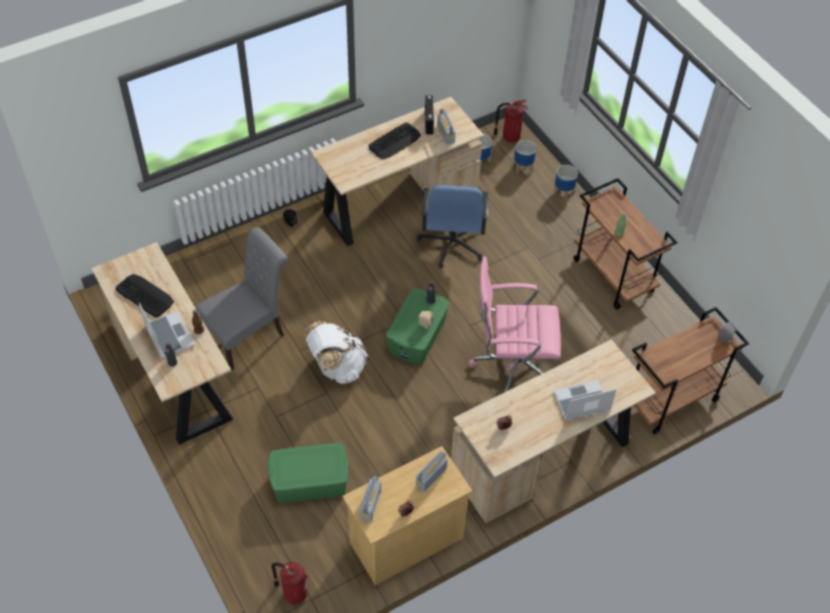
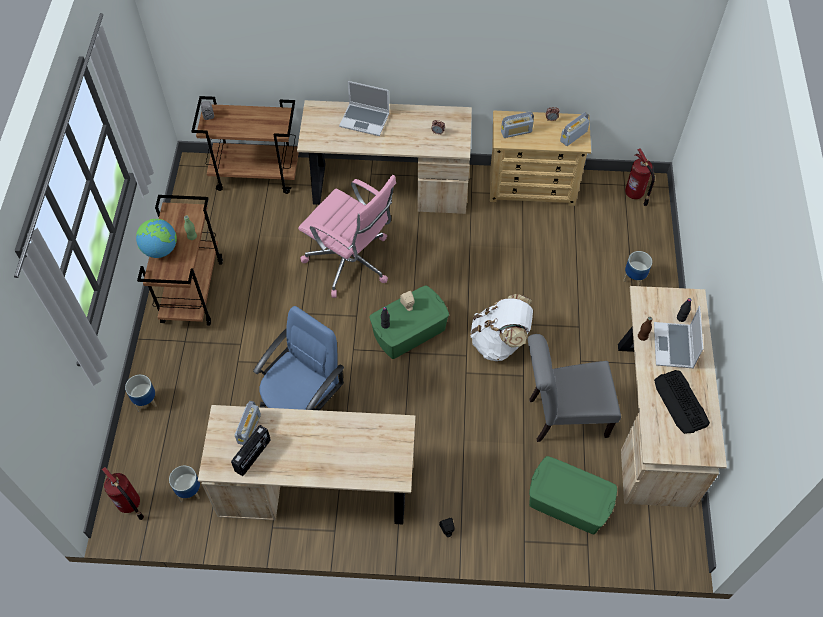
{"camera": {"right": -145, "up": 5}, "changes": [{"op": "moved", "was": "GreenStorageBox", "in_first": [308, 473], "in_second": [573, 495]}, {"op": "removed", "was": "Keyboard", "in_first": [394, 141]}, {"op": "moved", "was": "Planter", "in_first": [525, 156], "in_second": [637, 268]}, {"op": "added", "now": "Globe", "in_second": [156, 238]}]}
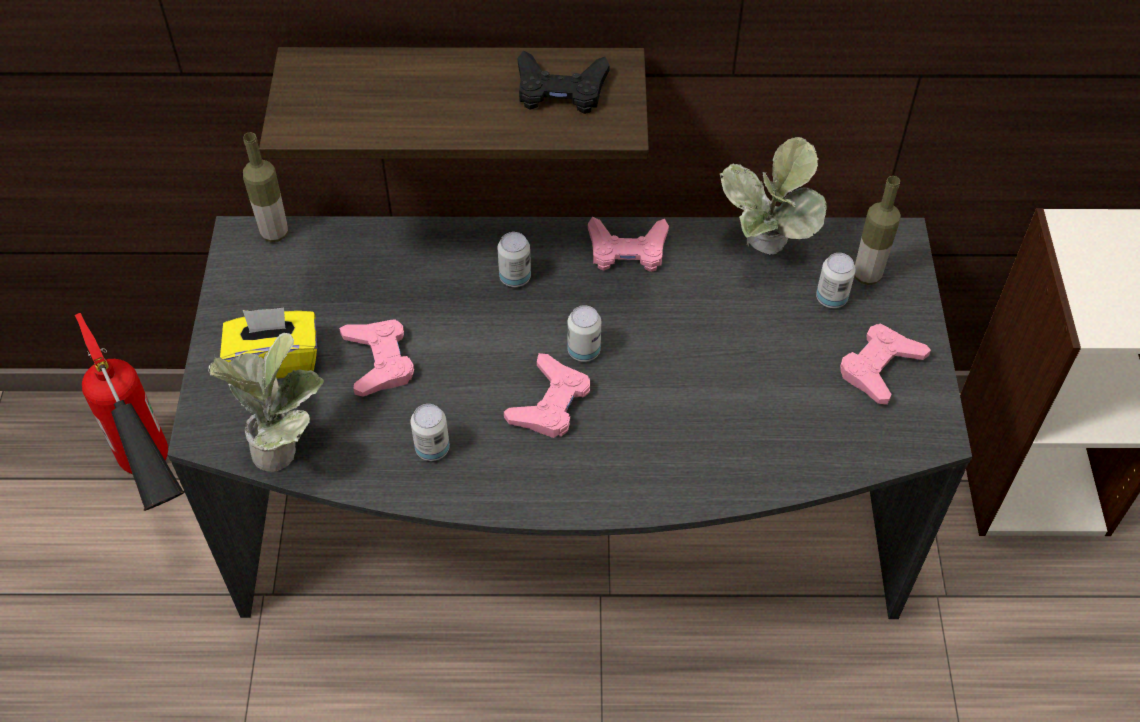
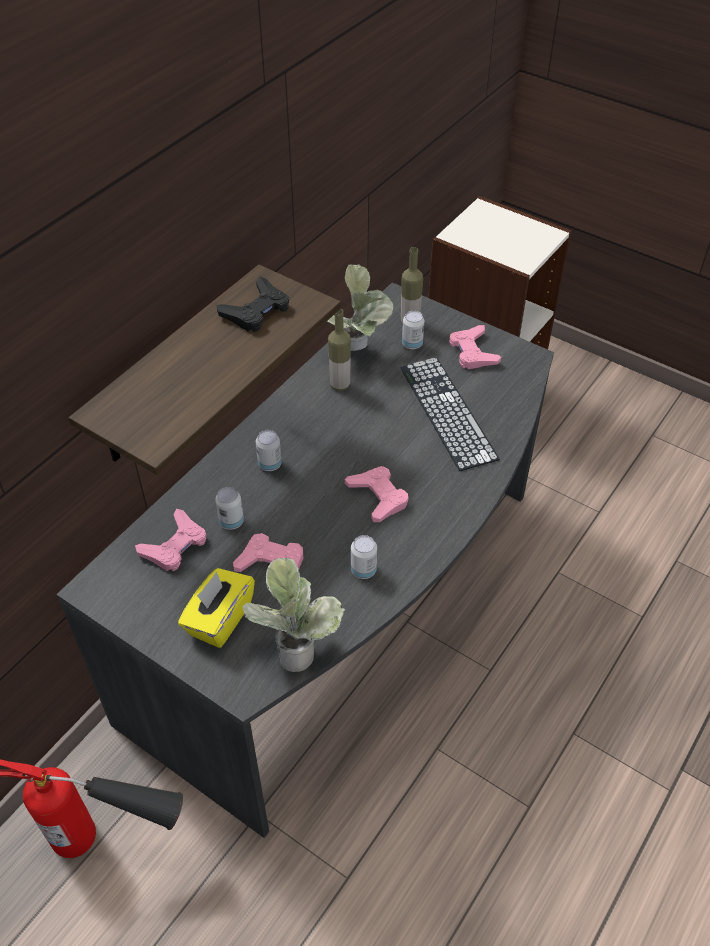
{"camera": {"right": -55, "up": -5}, "changes": [{"op": "moved", "was": "Bottle", "in_first": [265, 187], "in_second": [339, 350]}, {"op": "moved", "was": "Can", "in_first": [584, 333], "in_second": [229, 508]}, {"op": "moved", "was": "PinkGameController", "in_first": [628, 244], "in_second": [170, 540]}, {"op": "added", "now": "Keyboard", "in_second": [450, 414]}]}
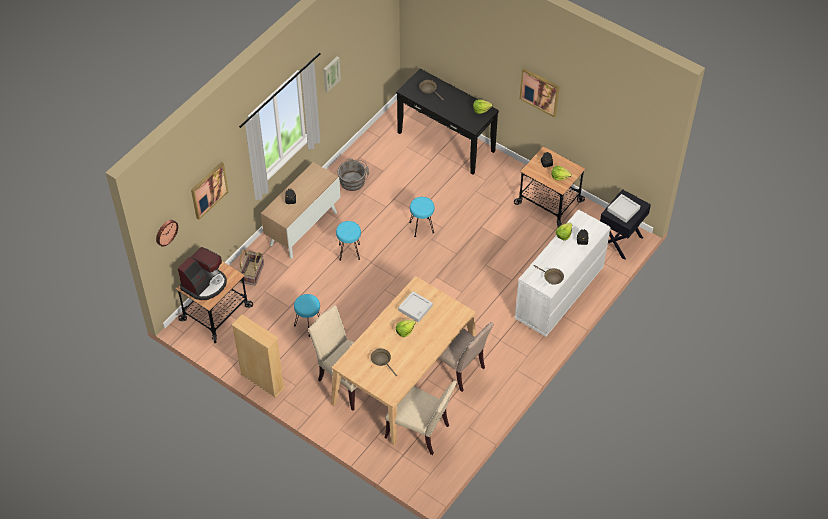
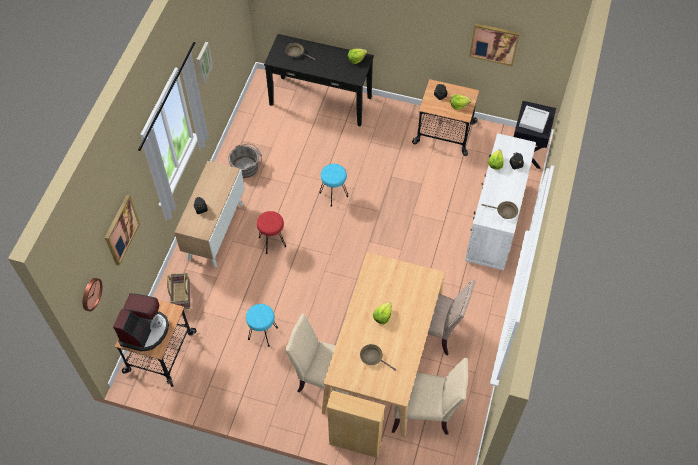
{"camera": {"right": -20, "up": 5}, "changes": [{"op": "moved", "was": "BeigeBookcase", "in_first": [258, 356], "in_second": [356, 424]}, {"op": "recoloured", "was": "TurquoiseStool", "now": "RedStool", "in_first": [348, 241], "in_second": [271, 232]}, {"op": "removed", "was": "GreyTray", "in_first": [415, 306]}, {"op": "moved", "was": "Picture", "in_first": [540, 93], "in_second": [494, 44]}]}
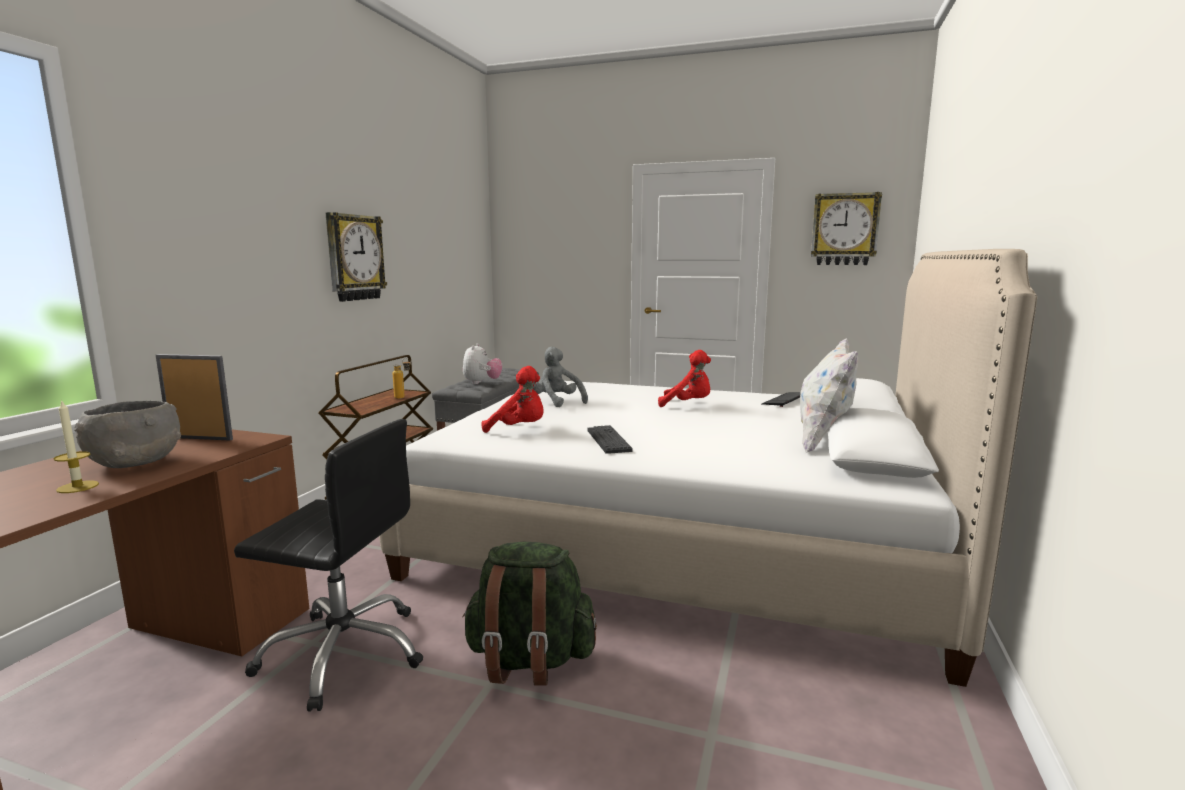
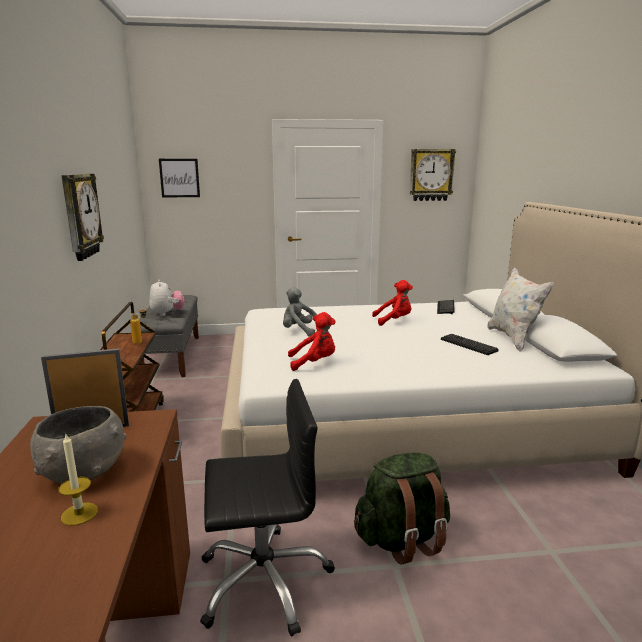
{"camera": {"right": -25, "up": 5}, "changes": [{"op": "moved", "was": "Keyboard", "in_first": [610, 439], "in_second": [470, 344]}, {"op": "added", "now": "Picture", "in_second": [179, 178]}]}
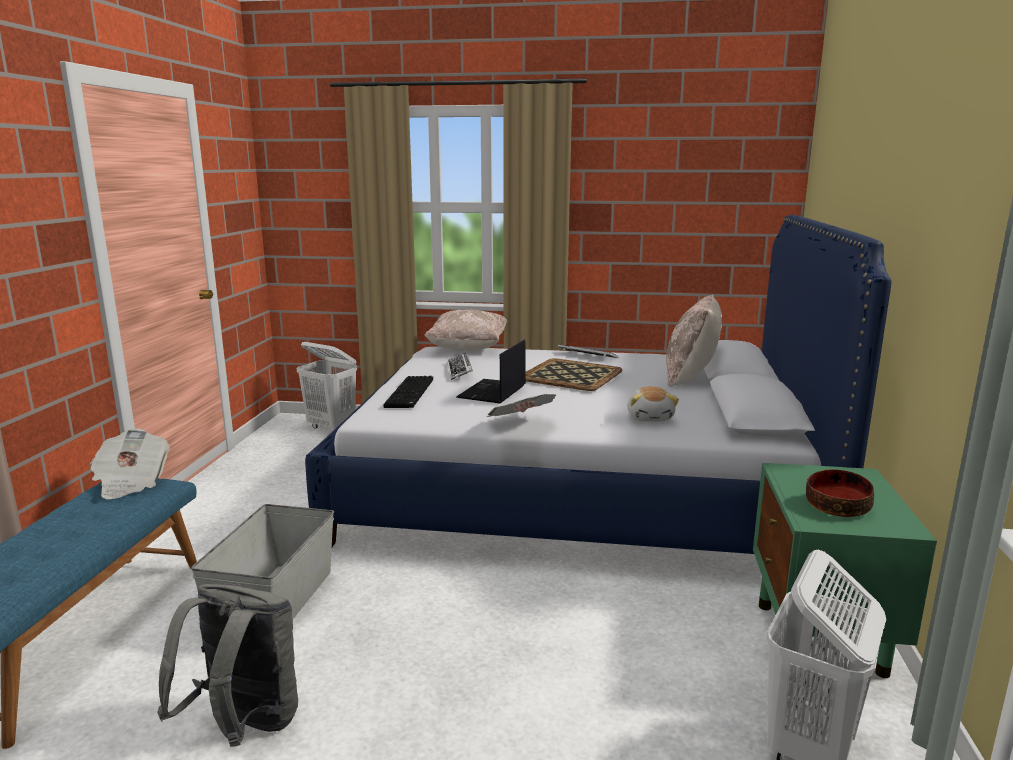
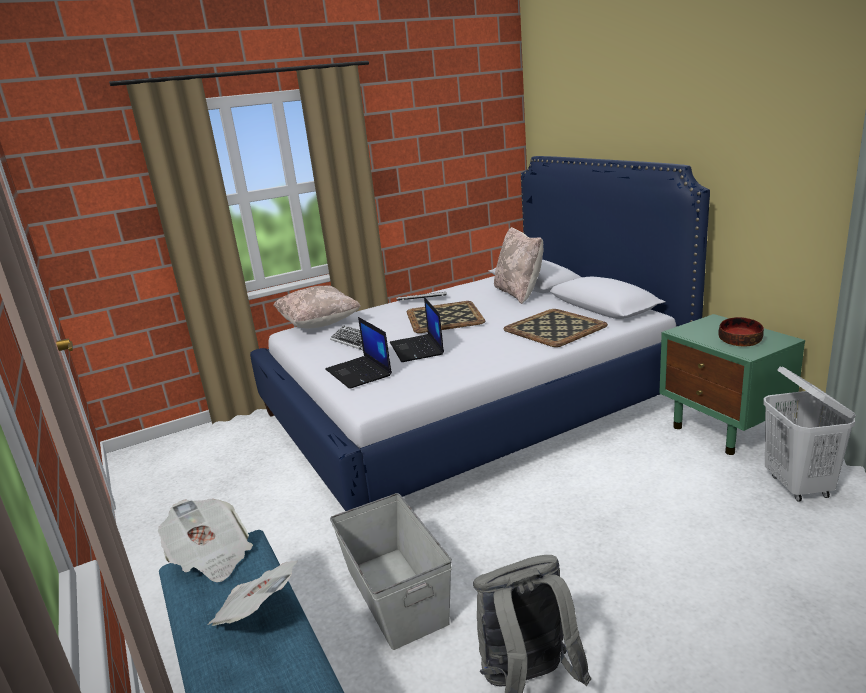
{"camera": {"right": -35, "up": 5}, "changes": [{"op": "removed", "was": "WhiteLaundryBasket", "in_first": [327, 386]}, {"op": "replaced", "was": "Keyboard", "now": "Laptop", "in_first": [408, 392], "in_second": [358, 353]}, {"op": "moved", "was": "Newspaper", "in_first": [521, 405], "in_second": [252, 593]}, {"op": "replaced", "was": "PlushToy", "now": "Tray", "in_first": [653, 404], "in_second": [555, 328]}]}
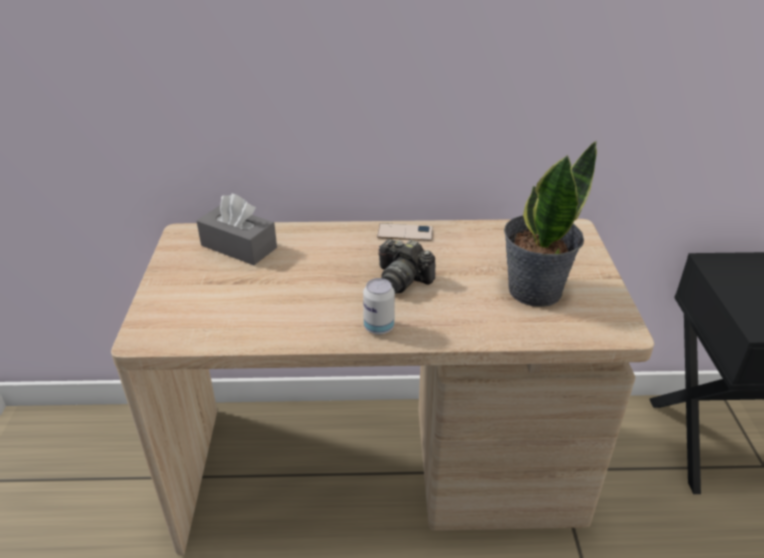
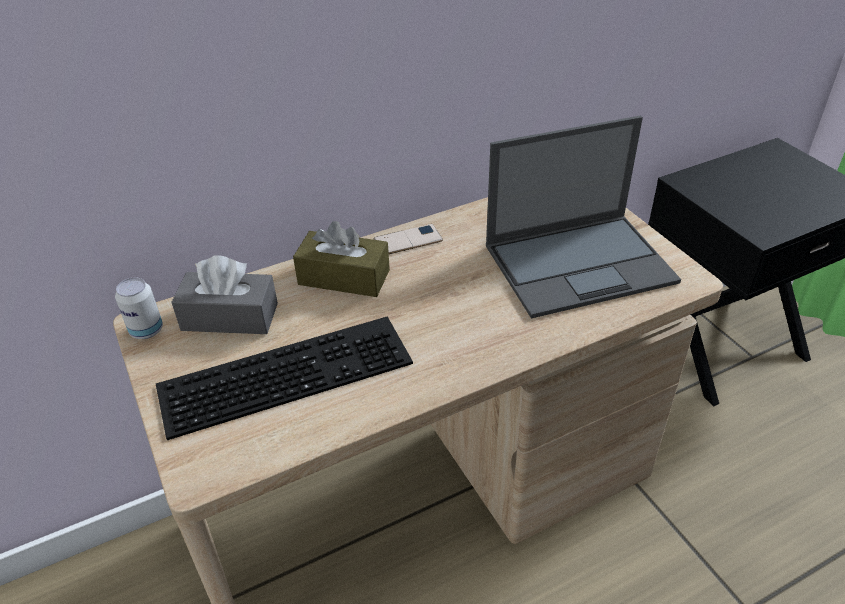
{"camera": {"right": -25, "up": 5}, "changes": [{"op": "moved", "was": "Can", "in_first": [379, 306], "in_second": [139, 308]}, {"op": "removed", "was": "PhotoCamera", "in_first": [406, 266]}, {"op": "replaced", "was": "PottedPlant", "now": "Laptop", "in_first": [550, 223], "in_second": [583, 217]}, {"op": "added", "now": "Keyboard", "in_second": [284, 378]}, {"op": "added", "now": "BrownTissueBox", "in_second": [341, 259]}]}
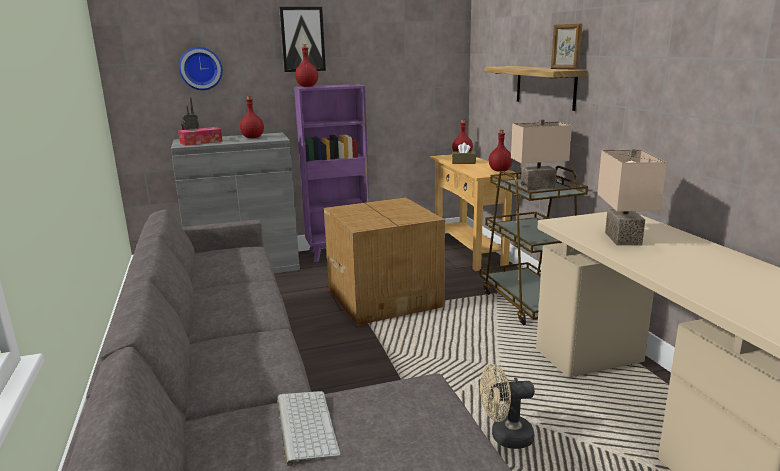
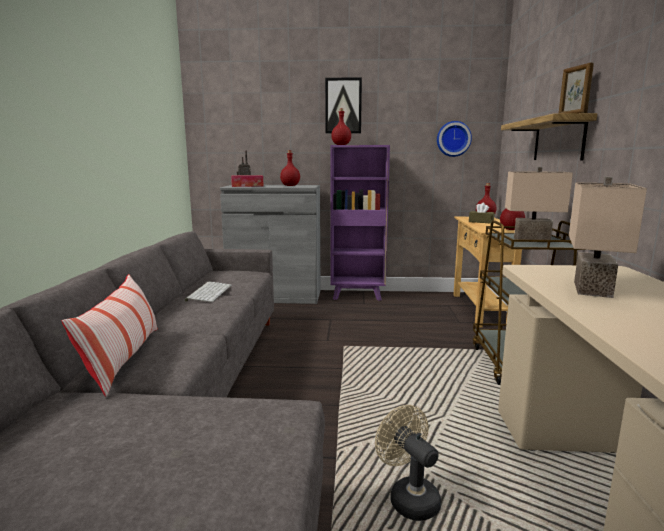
{"camera": {"right": 20, "up": -5}, "changes": [{"op": "moved", "was": "WallClock", "in_first": [201, 68], "in_second": [454, 139]}, {"op": "moved", "was": "Keyboard", "in_first": [309, 428], "in_second": [207, 292]}, {"op": "removed", "was": "CardboardBox", "in_first": [384, 261]}, {"op": "turned", "was": "BeigeFan", "in_first": [507, 406], "in_second": [408, 463], "clockwise": 45}, {"op": "added", "now": "Pillow", "in_second": [110, 335]}]}
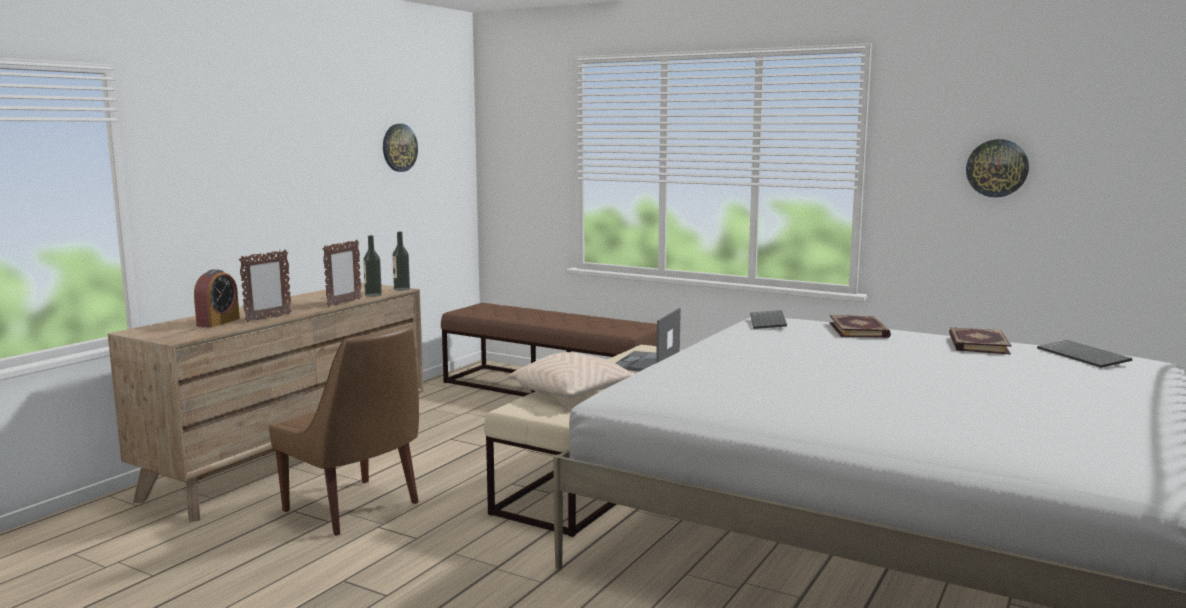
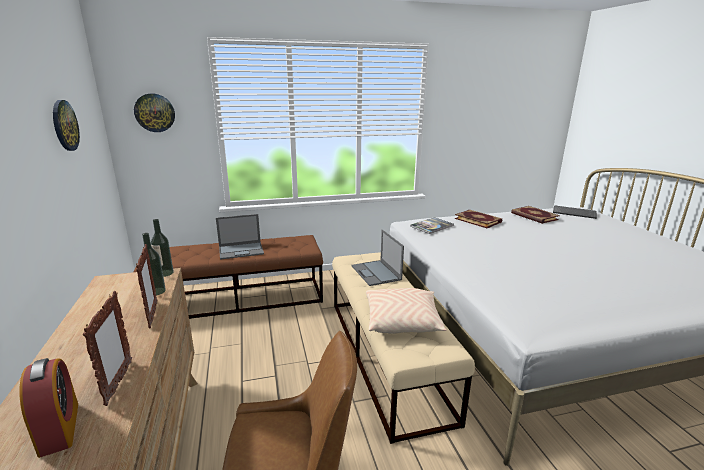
{"camera": {"right": -45, "up": 10}, "changes": [{"op": "replaced", "was": "Keyboard", "now": "Book", "in_first": [768, 319], "in_second": [432, 225]}, {"op": "moved", "was": "WallClock", "in_first": [997, 168], "in_second": [154, 113]}, {"op": "added", "now": "Laptop", "in_second": [240, 237]}]}
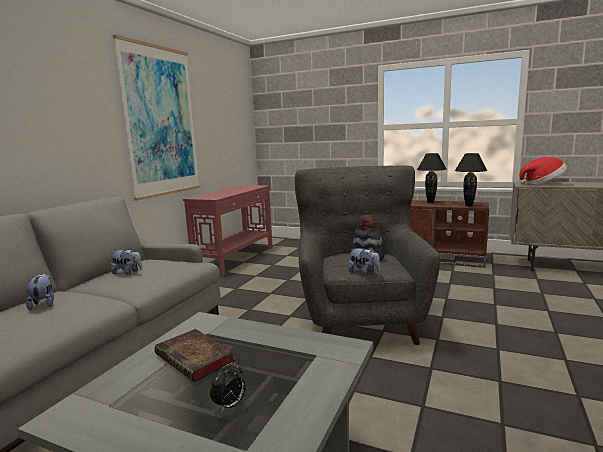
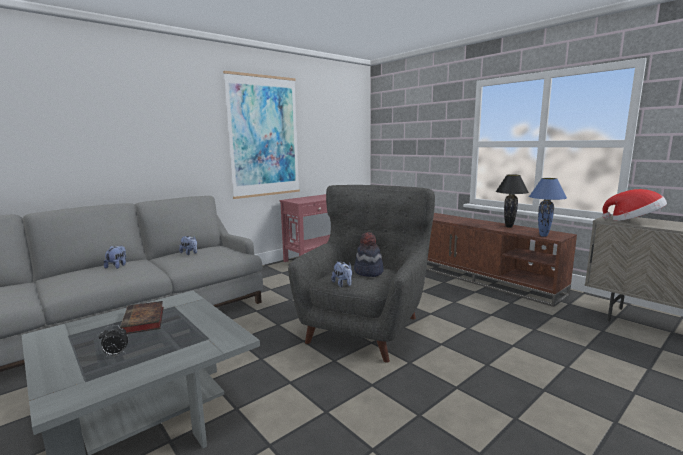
{"camera": {"right": 25, "up": 0}, "changes": [{"op": "recoloured", "was": "BlackTableLamp", "now": "BlueTableLamp", "in_first": [471, 179], "in_second": [548, 207]}]}
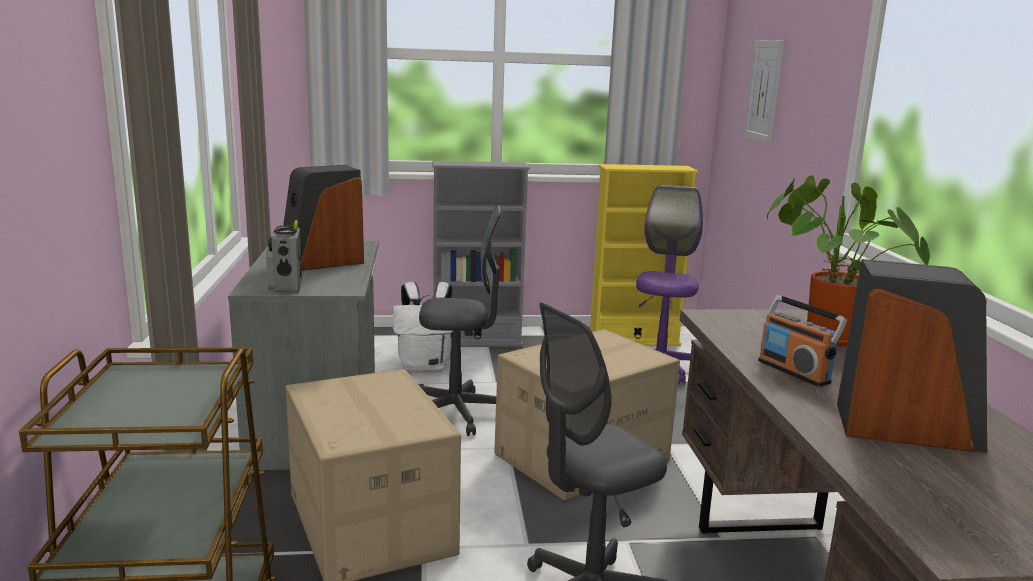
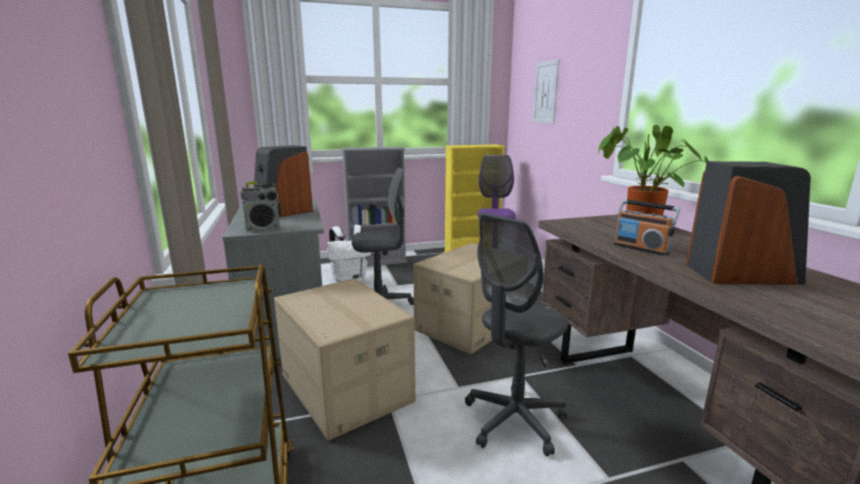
{"camera": {"right": -10, "up": 0}, "changes": [{"op": "turned", "was": "Radio", "in_first": [284, 256], "in_second": [260, 206], "clockwise": -90}]}
